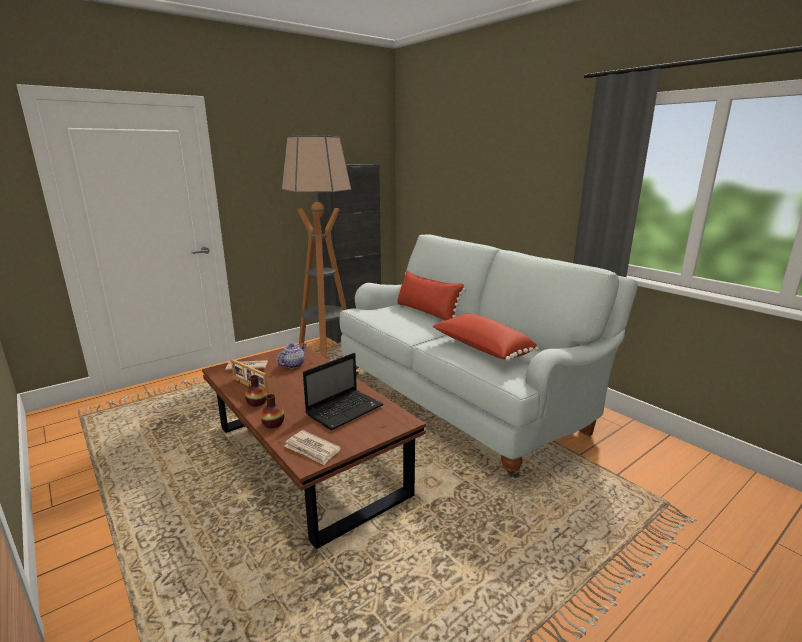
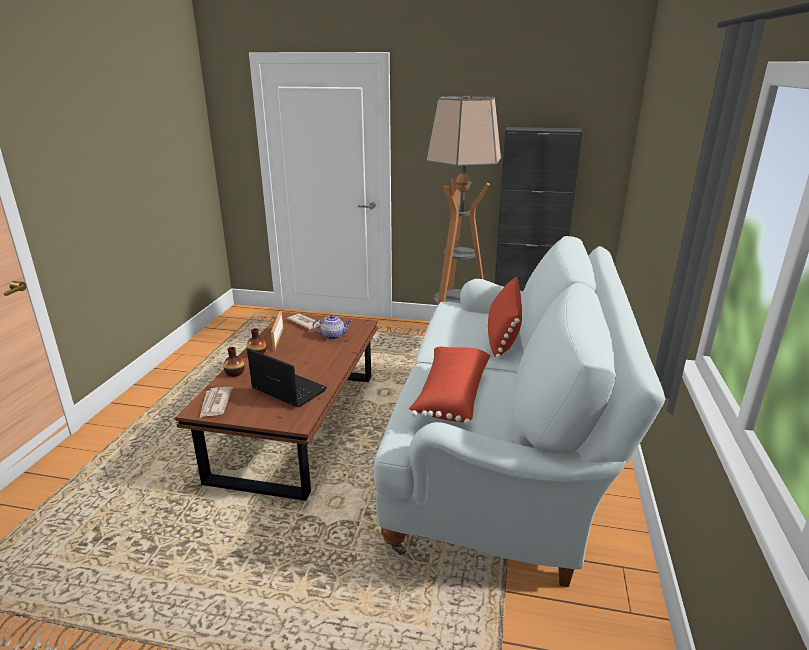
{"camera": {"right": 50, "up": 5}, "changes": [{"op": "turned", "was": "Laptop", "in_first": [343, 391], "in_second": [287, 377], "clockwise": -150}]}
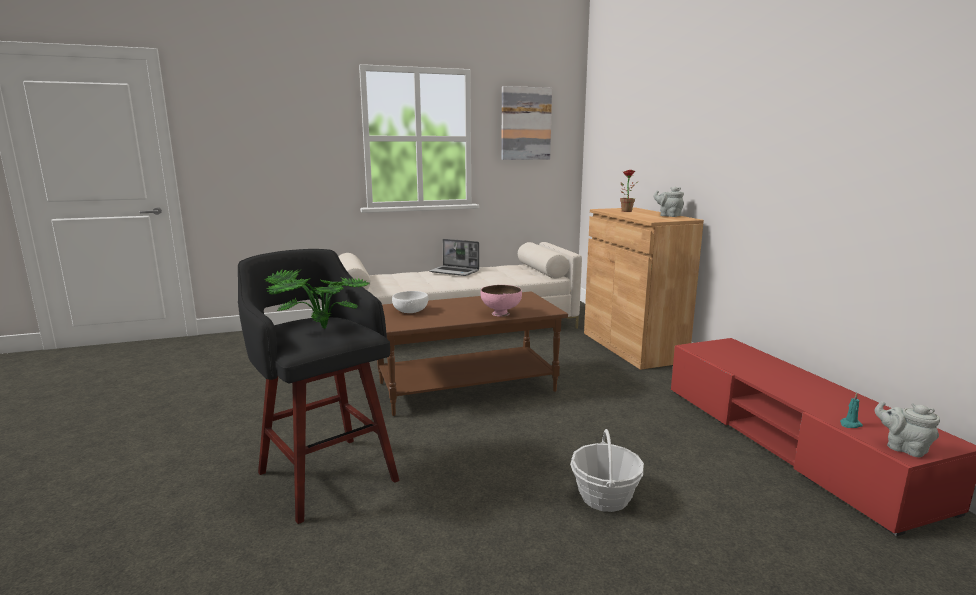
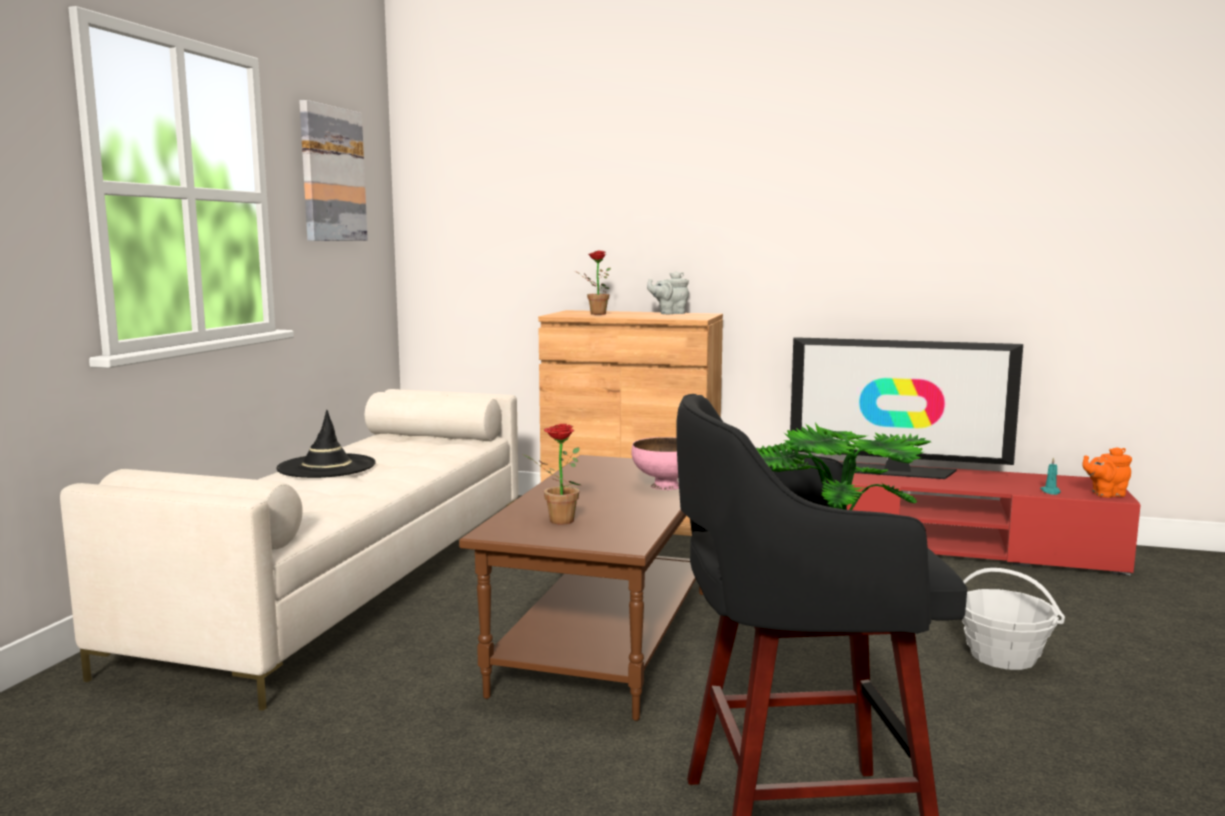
{"camera": {"right": -55, "up": -5}, "changes": [{"op": "replaced", "was": "WhiteBowl", "now": "PottedPlant", "in_first": [410, 302], "in_second": [552, 474]}, {"op": "replaced", "was": "Laptop", "now": "BlackHat", "in_first": [454, 257], "in_second": [326, 444]}, {"op": "recoloured", "was": "GreyTeapot", "now": "OrangeTeapot", "in_first": [907, 429], "in_second": [1107, 472]}, {"op": "added", "now": "Television", "in_second": [906, 408]}]}
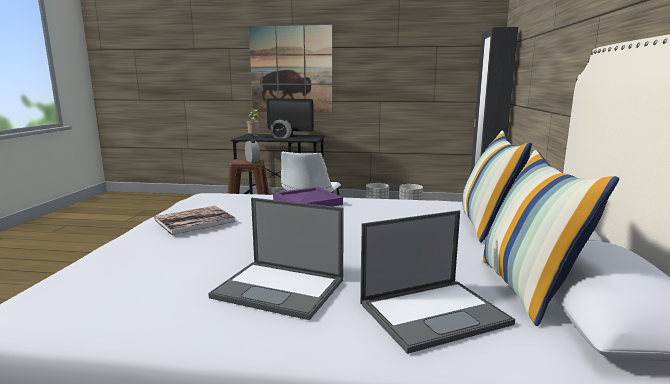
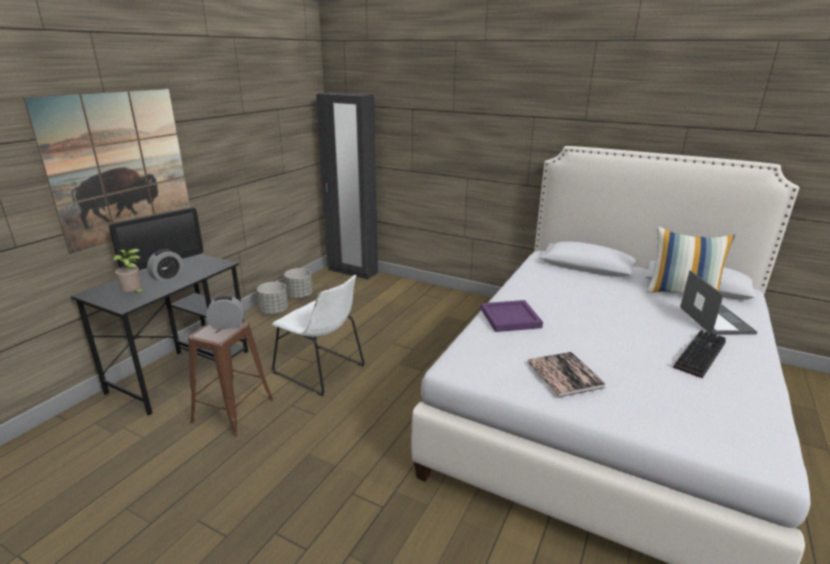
{"camera": {"right": -70, "up": 10}, "changes": [{"op": "replaced", "was": "Laptop", "now": "Keyboard", "in_first": [276, 259], "in_second": [699, 354]}, {"op": "removed", "was": "Pillow", "in_first": [497, 186]}]}
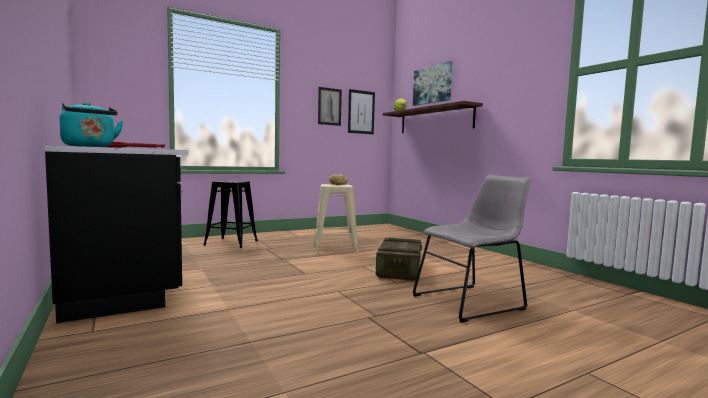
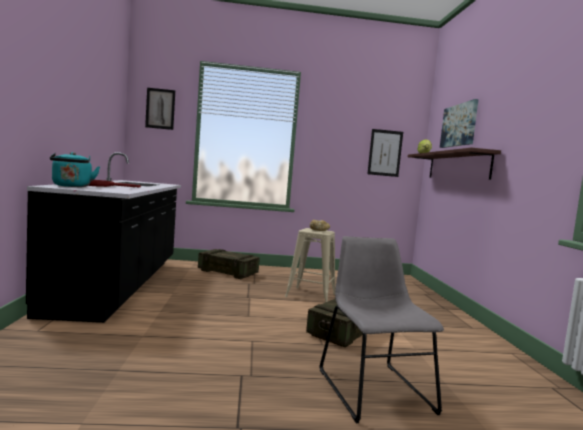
{"camera": {"right": 25, "up": 0}, "changes": [{"op": "replaced", "was": "BlackStool", "now": "Crate", "in_first": [230, 214], "in_second": [229, 264]}, {"op": "moved", "was": "Picture", "in_first": [330, 106], "in_second": [160, 109]}, {"op": "turned", "was": "GreyChair", "in_first": [471, 249], "in_second": [381, 329], "clockwise": -105}]}
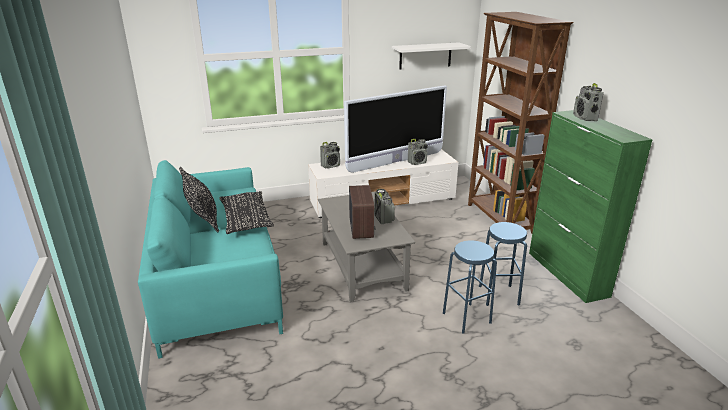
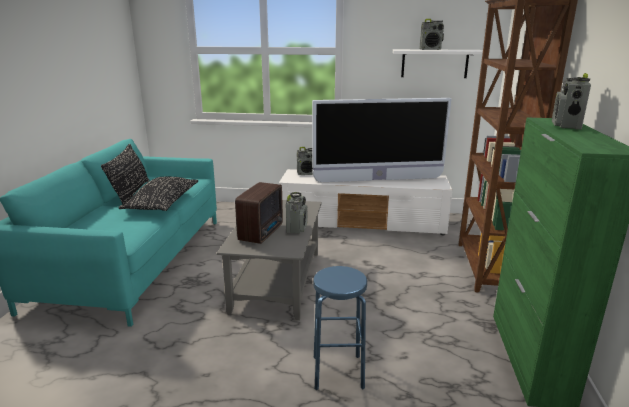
{"camera": {"right": 25, "up": -5}, "changes": [{"op": "moved", "was": "Radio", "in_first": [418, 152], "in_second": [431, 34]}, {"op": "removed", "was": "BlueStool", "in_first": [503, 264]}]}
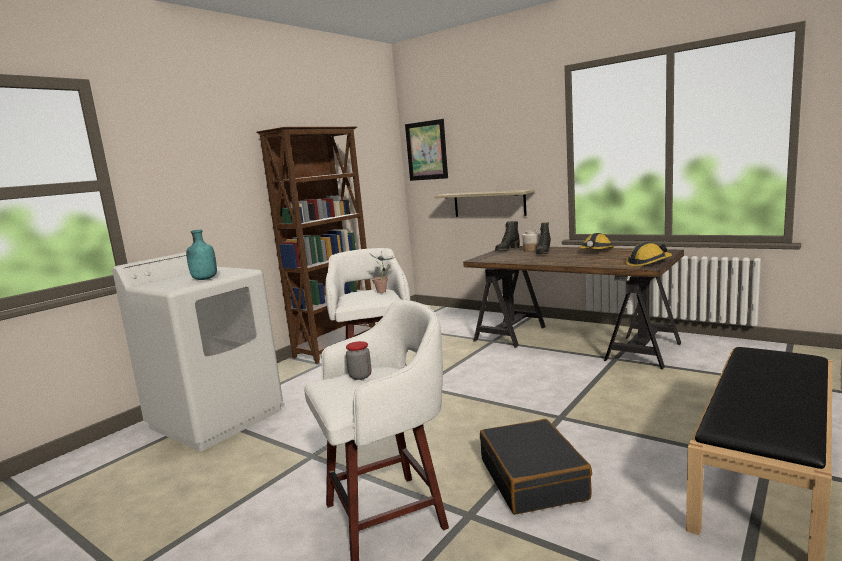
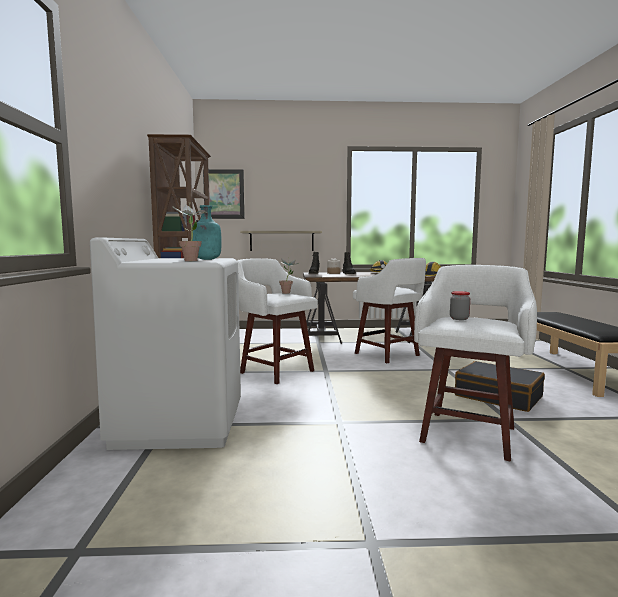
{"camera": {"right": -40, "up": -5}, "changes": [{"op": "added", "now": "PottedPlant", "in_second": [189, 231]}, {"op": "added", "now": "WhiteStool", "in_second": [389, 310]}]}
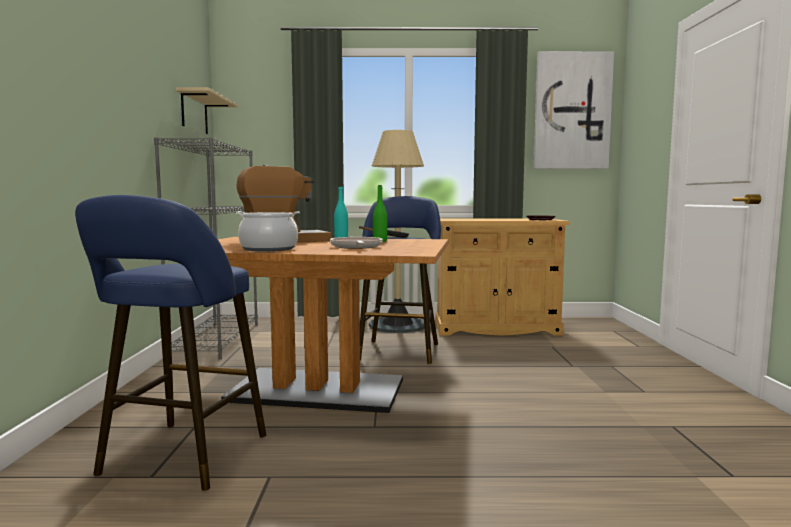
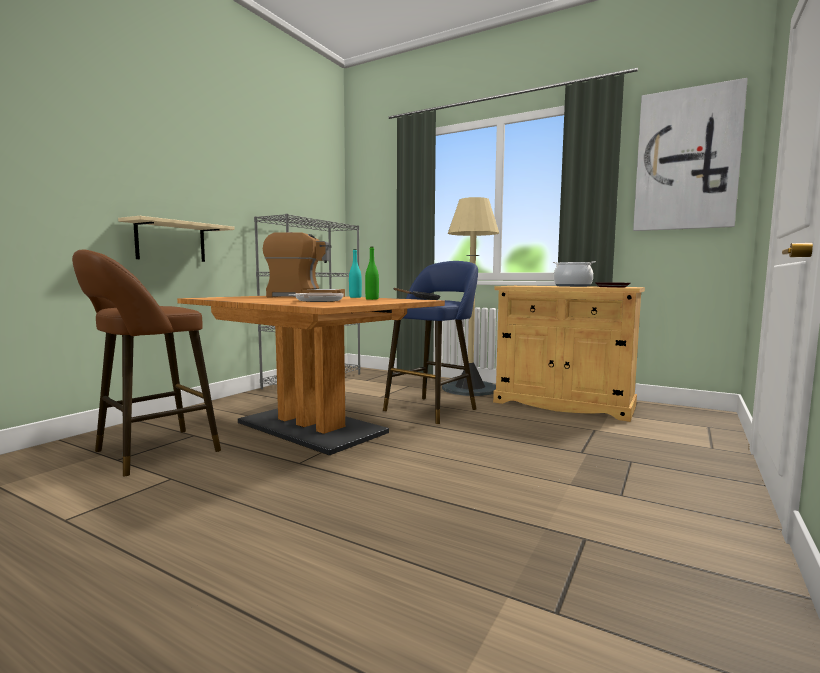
{"camera": {"right": 30, "up": 0}, "changes": [{"op": "recoloured", "was": "BlueStool", "now": "BrownStool", "in_first": [170, 343], "in_second": [146, 362]}, {"op": "moved", "was": "BeigeShelf", "in_first": [206, 110], "in_second": [176, 239]}, {"op": "moved", "was": "CookingPot", "in_first": [268, 231], "in_second": [574, 274]}]}
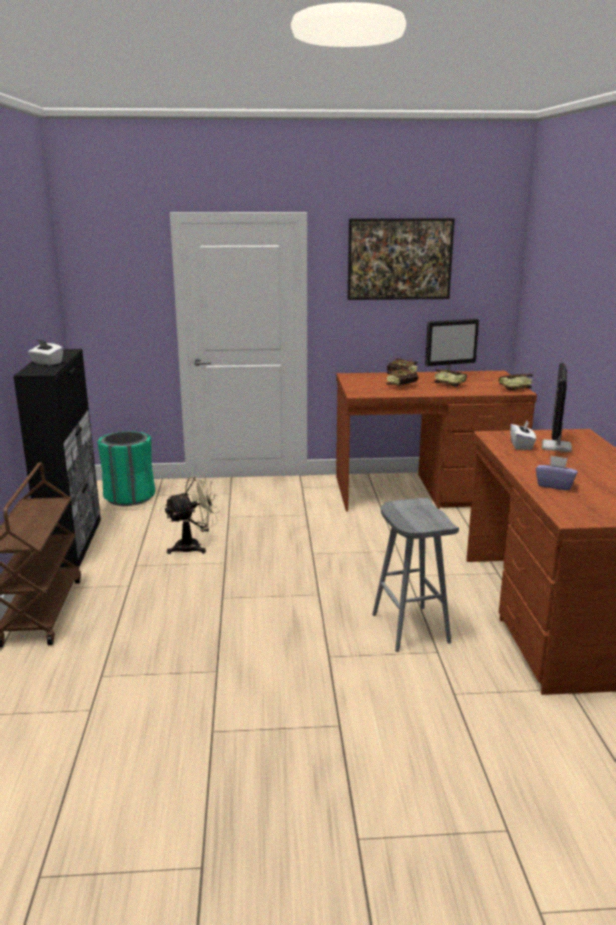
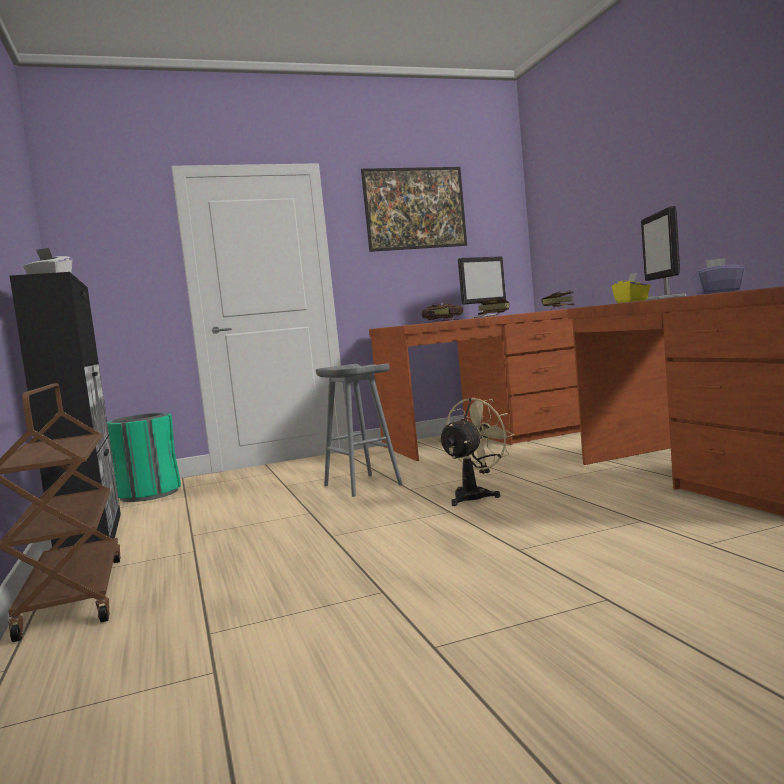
{"camera": {"right": -15, "up": -15}, "changes": [{"op": "moved", "was": "BeigeFan", "in_first": [192, 514], "in_second": [476, 451]}, {"op": "moved", "was": "GreyStool", "in_first": [415, 575], "in_second": [359, 430]}, {"op": "recoloured", "was": "WhiteTissueBox", "now": "YellowTissueBox", "in_first": [523, 435], "in_second": [631, 288]}]}
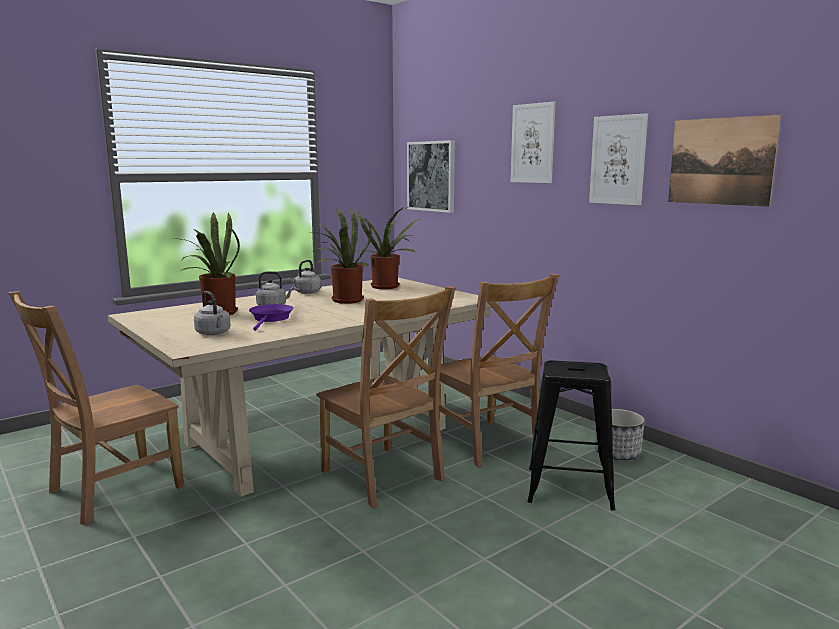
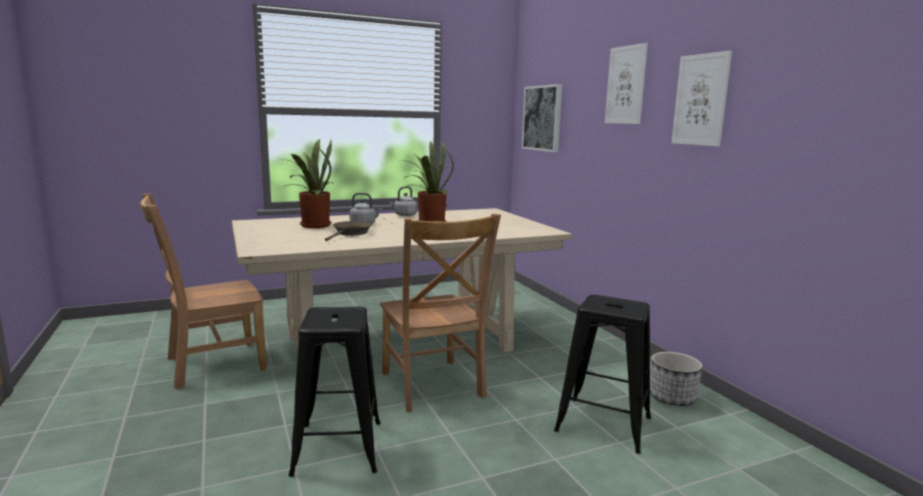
{"camera": {"right": 15, "up": 0}, "changes": [{"op": "removed", "was": "GreyKettle", "in_first": [212, 313]}, {"op": "recoloured", "was": "PurpleFryingPan", "now": "BrownFryingPan", "in_first": [271, 317], "in_second": [348, 231]}, {"op": "removed", "was": "PottedPlant", "in_first": [387, 247]}, {"op": "removed", "was": "BrownChair", "in_first": [494, 371]}, {"op": "removed", "was": "Picture", "in_first": [724, 161]}, {"op": "added", "now": "BlackStool", "in_second": [334, 392]}]}
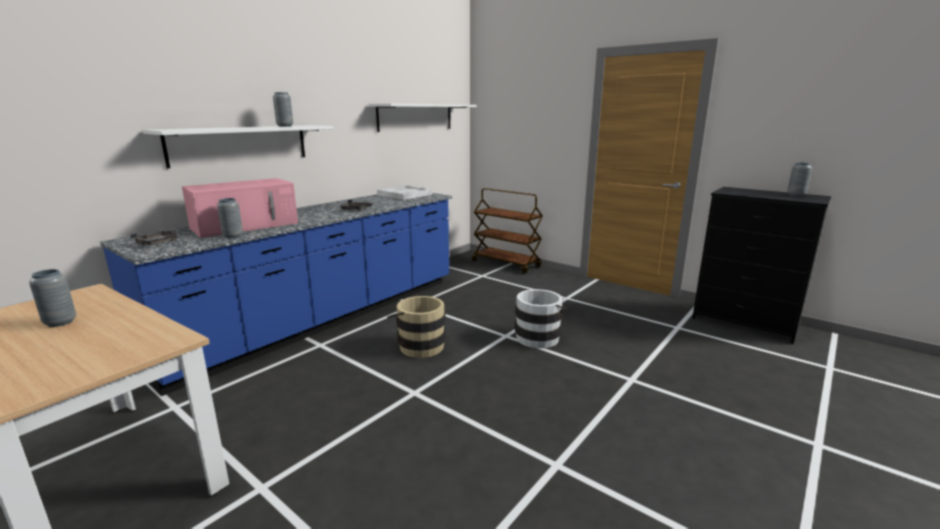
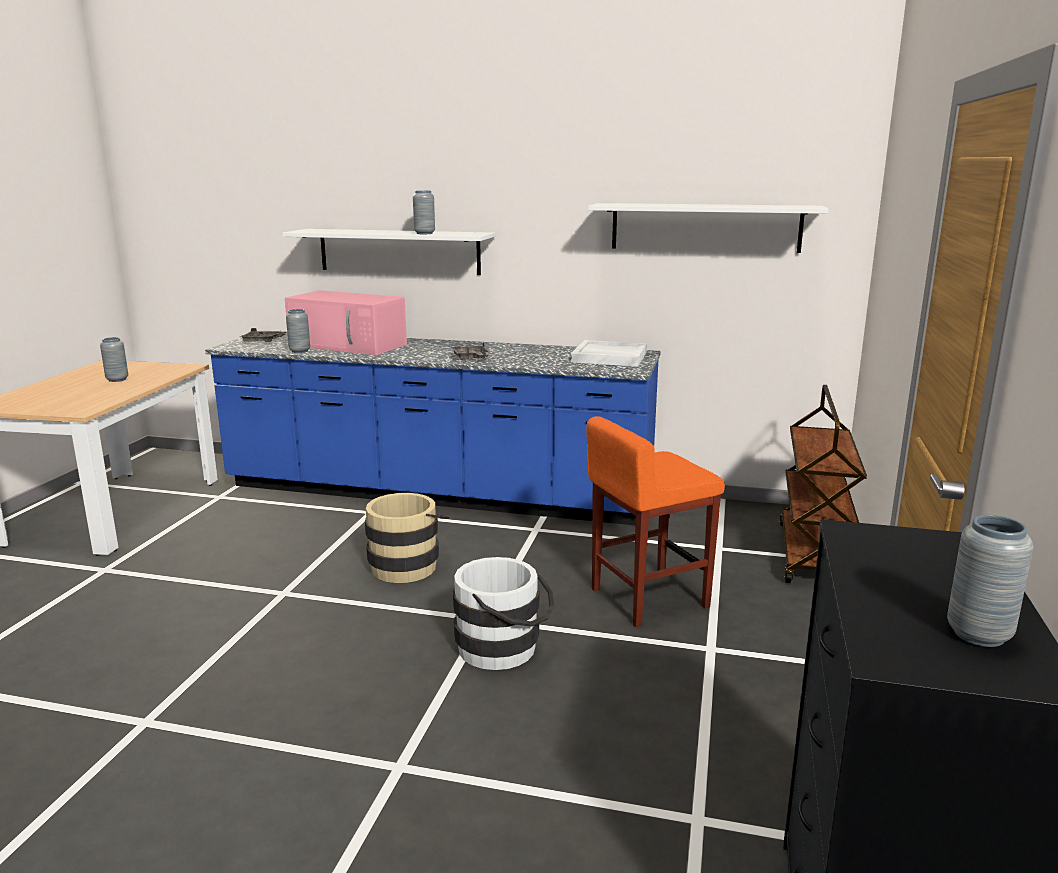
{"camera": {"right": 65, "up": 0}, "changes": [{"op": "added", "now": "OrangeStool", "in_second": [655, 521]}]}
